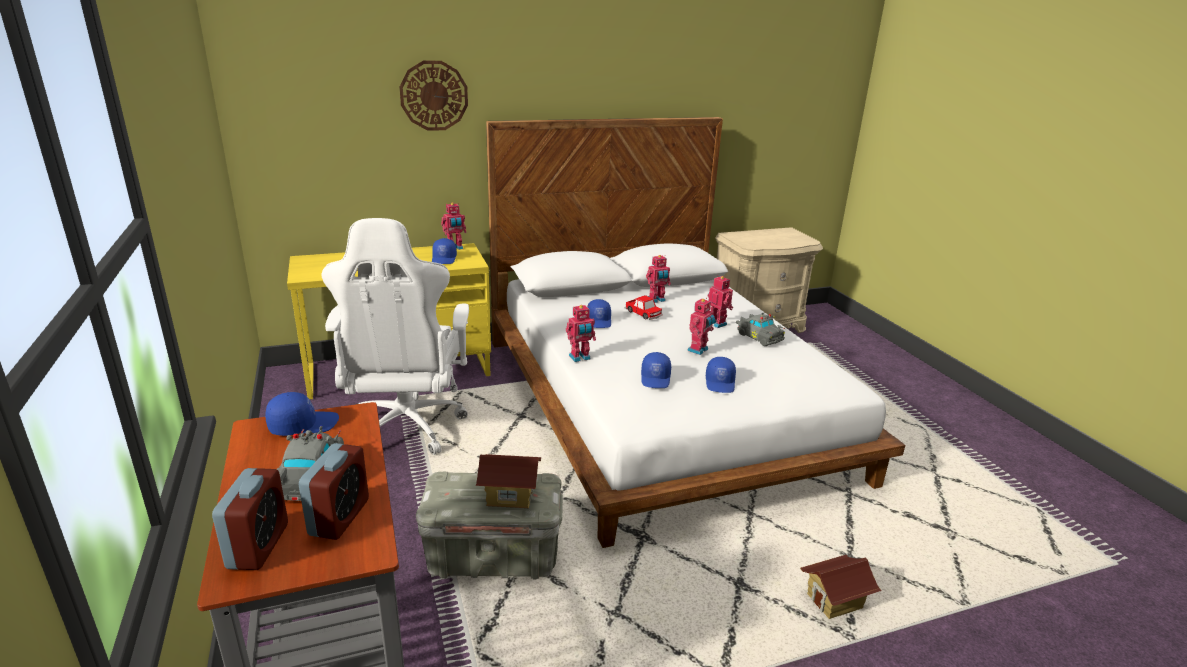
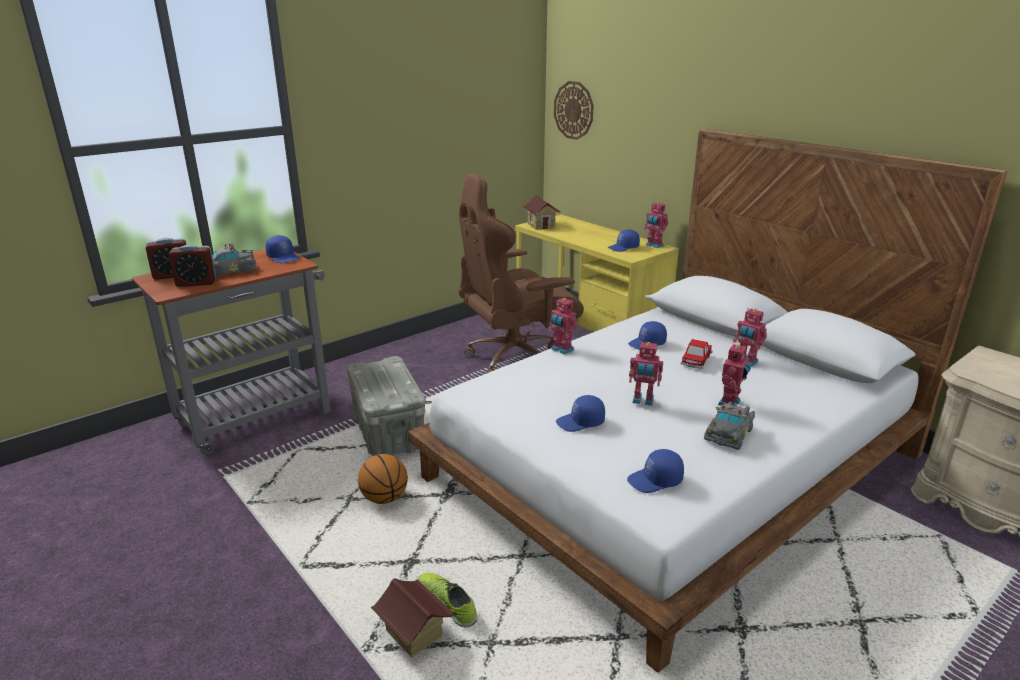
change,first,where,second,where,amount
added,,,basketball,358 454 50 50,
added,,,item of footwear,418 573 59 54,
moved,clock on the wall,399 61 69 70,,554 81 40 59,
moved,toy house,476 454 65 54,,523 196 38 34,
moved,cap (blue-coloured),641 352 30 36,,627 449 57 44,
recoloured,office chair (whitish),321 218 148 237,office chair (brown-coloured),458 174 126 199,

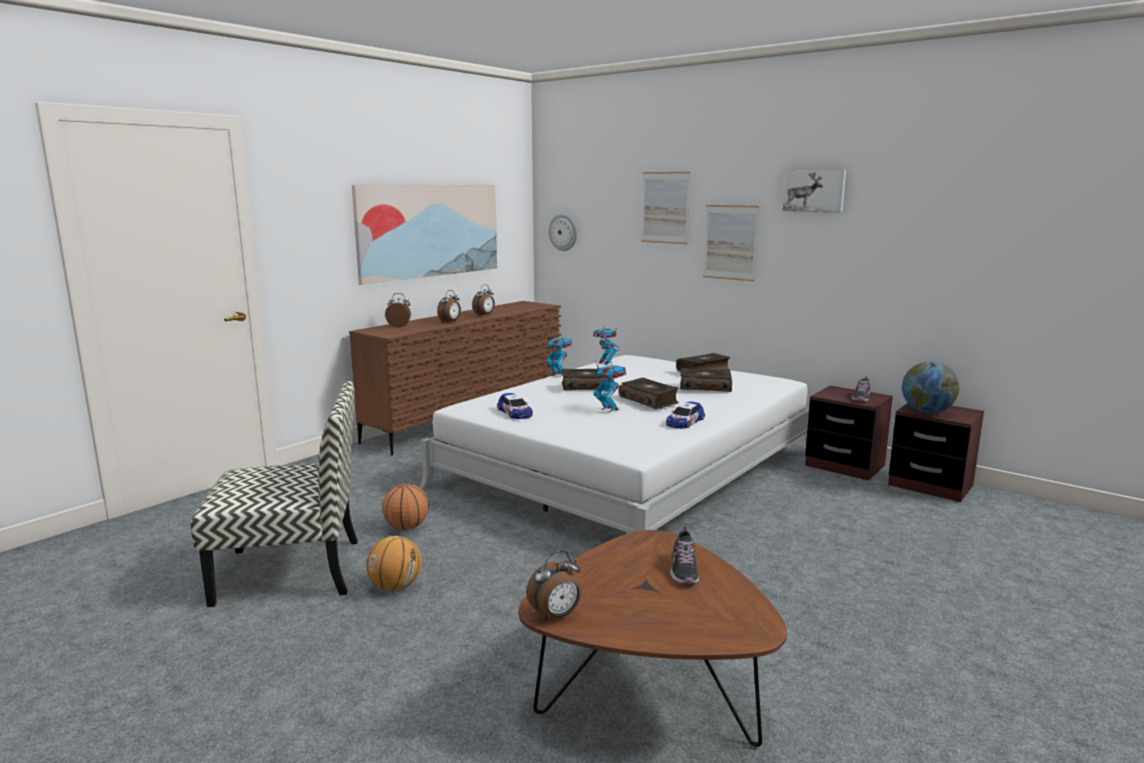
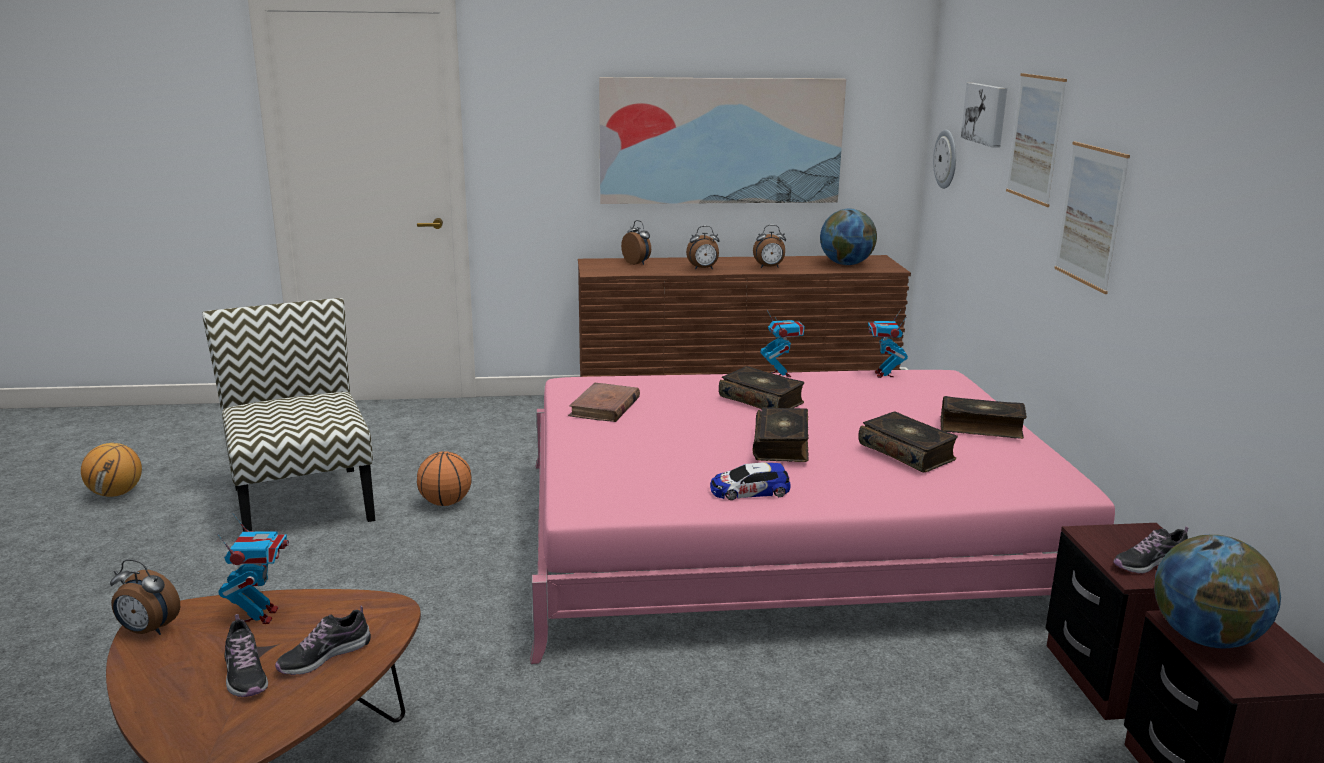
change,first,where,second,where,amount
added,,,item of footwear,224 614 44 83,
added,,,desk globe,820 209 57 56,
moved,basketball,366 536 56 55,,81 443 61 54,
moved,model robot,594 360 32 52,,217 513 72 111,
moved,picture,783 170 63 43,,961 83 46 65,
replaced,toy car,497 393 36 26,bound book (brown-coloured),568 383 72 39,
recoloured,sleeping bed (whitish),420 355 389 178,sleeping bed (pink),530 370 585 294,
turned,upright chair,190 381 168 226,,202 298 173 234,150 degrees counterclockwise

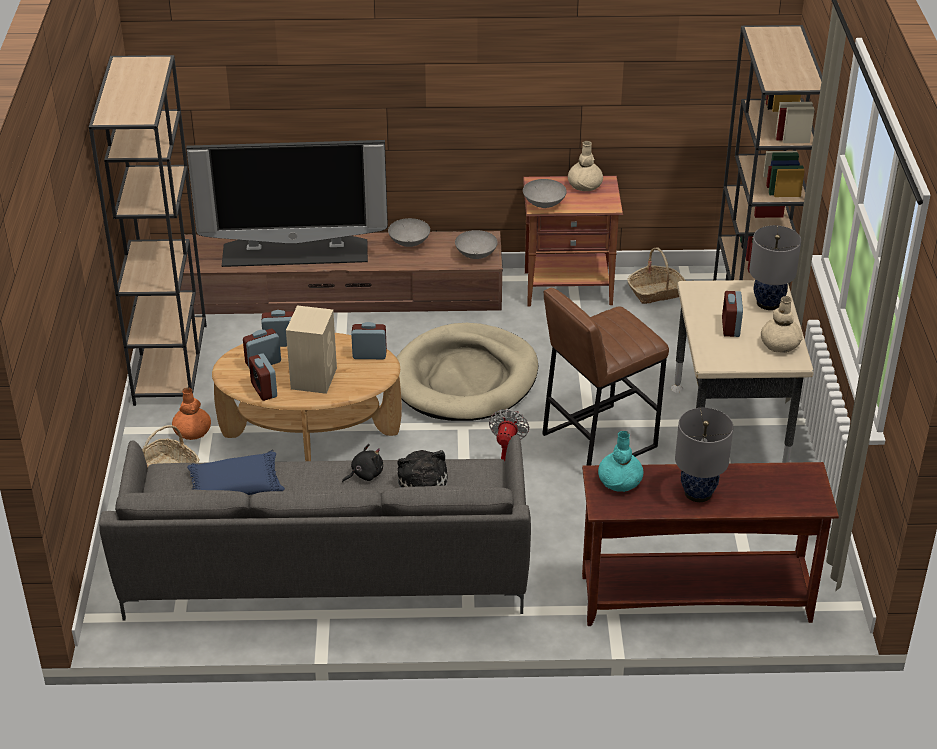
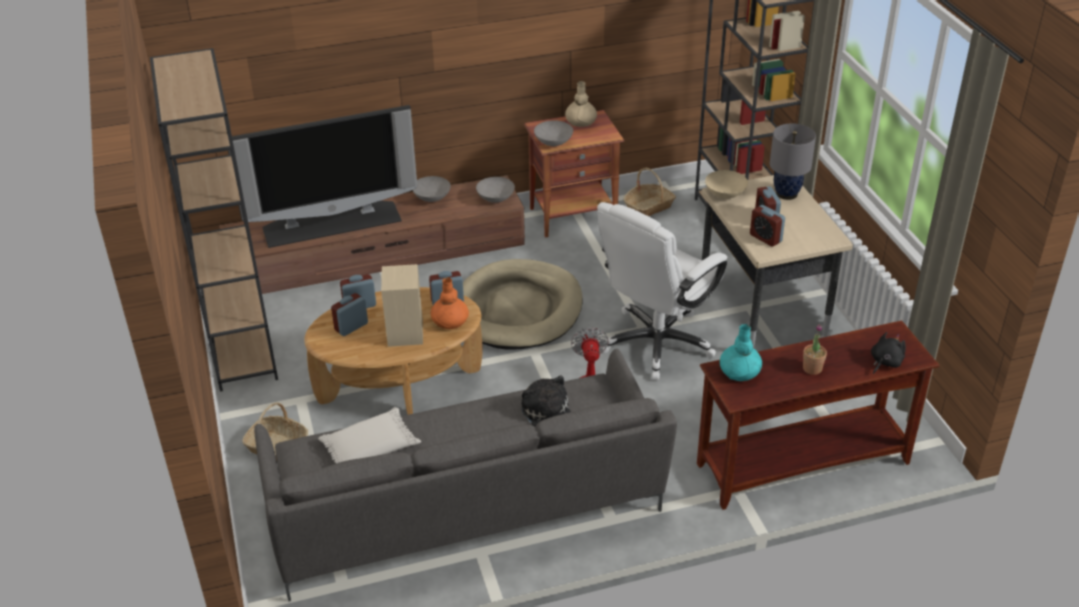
change,first,where,second,where,amount
removed,flower vase (beige),761 296 42 57,,,
added,,,deep dish (beige),705 170 43 29,
moved,flower vase (orangey),172 387 39 53,,431 277 38 52,
moved,bedside clock,249 353 28 48,,750 205 35 42,
moved,plush toy (black-coloured),342 444 41 39,,871 332 35 42,
replaced,sitting stool (brown-coloured),543 288 126 178,office chair (whitish),597 202 130 178,
replaced,tabletop lamp (greyish),675 408 59 94,potted plant,803 324 24 51,
recoloured,pillow (blue-coloured),187 450 98 45,pillow (whitish),318 406 103 57,

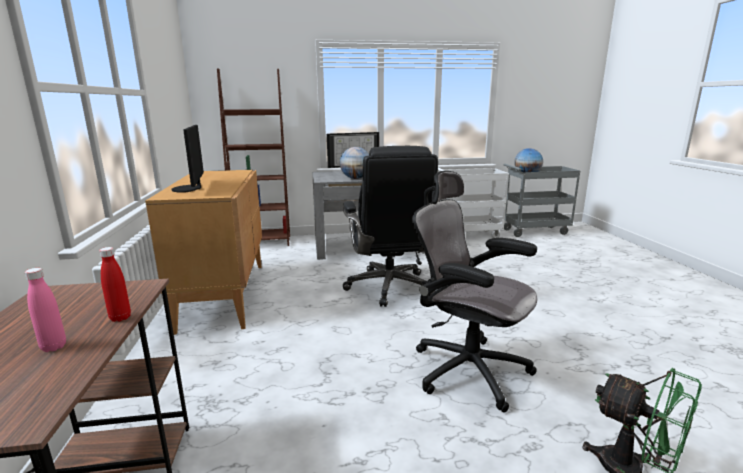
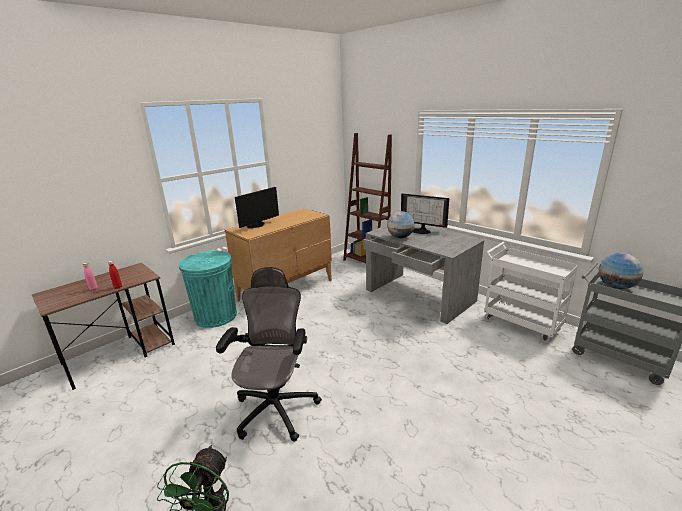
change,first,where,second,where,amount
removed,office chair (black-coloured),343 146 95 161,,,
added,,,trash can (blue-green),179 250 58 78,

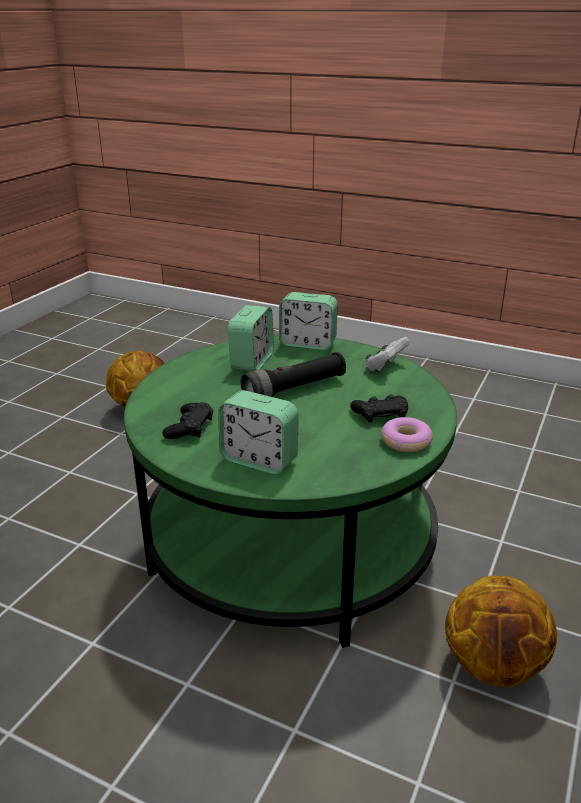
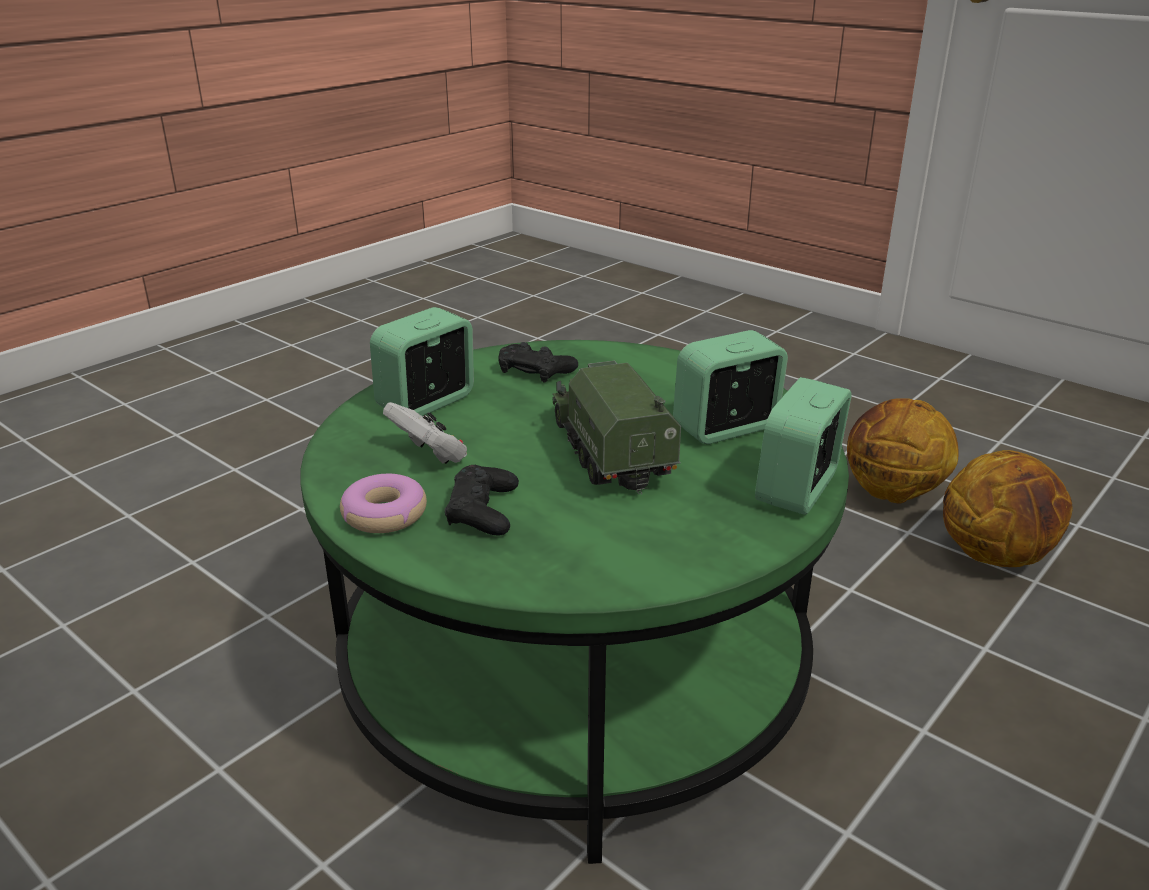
change,first,where,second,where,amount
moved,game controller (whitish),366 337 44 35,,383 402 84 62,
moved,basketball,445 575 112 112,,847 398 112 106,
replaced,torch (black-coloured),241 352 105 45,toy lorry,553 361 128 133,
turned,bedside clock,228 305 46 66,,673 330 115 114,120 degrees clockwise

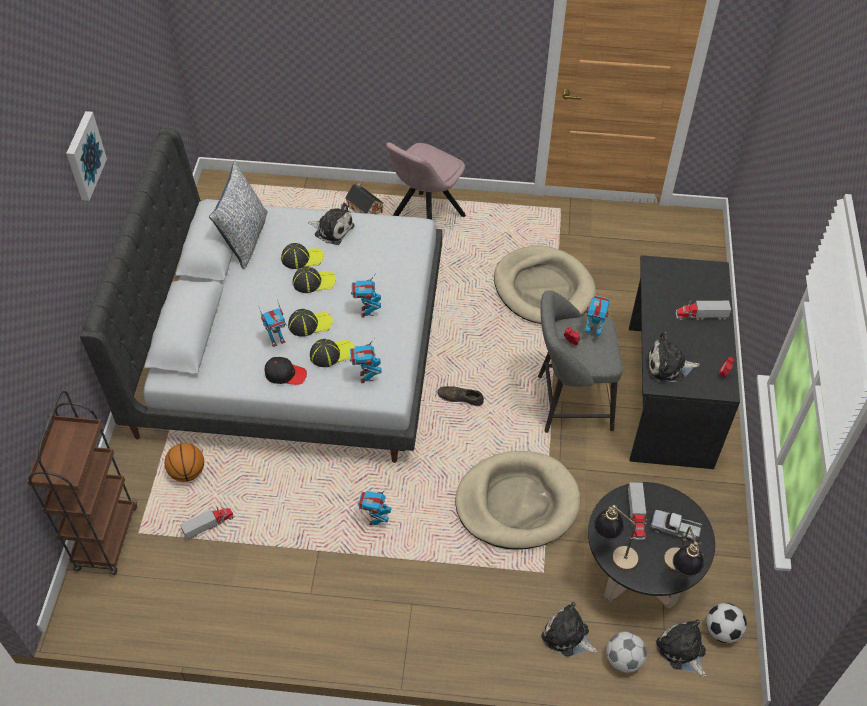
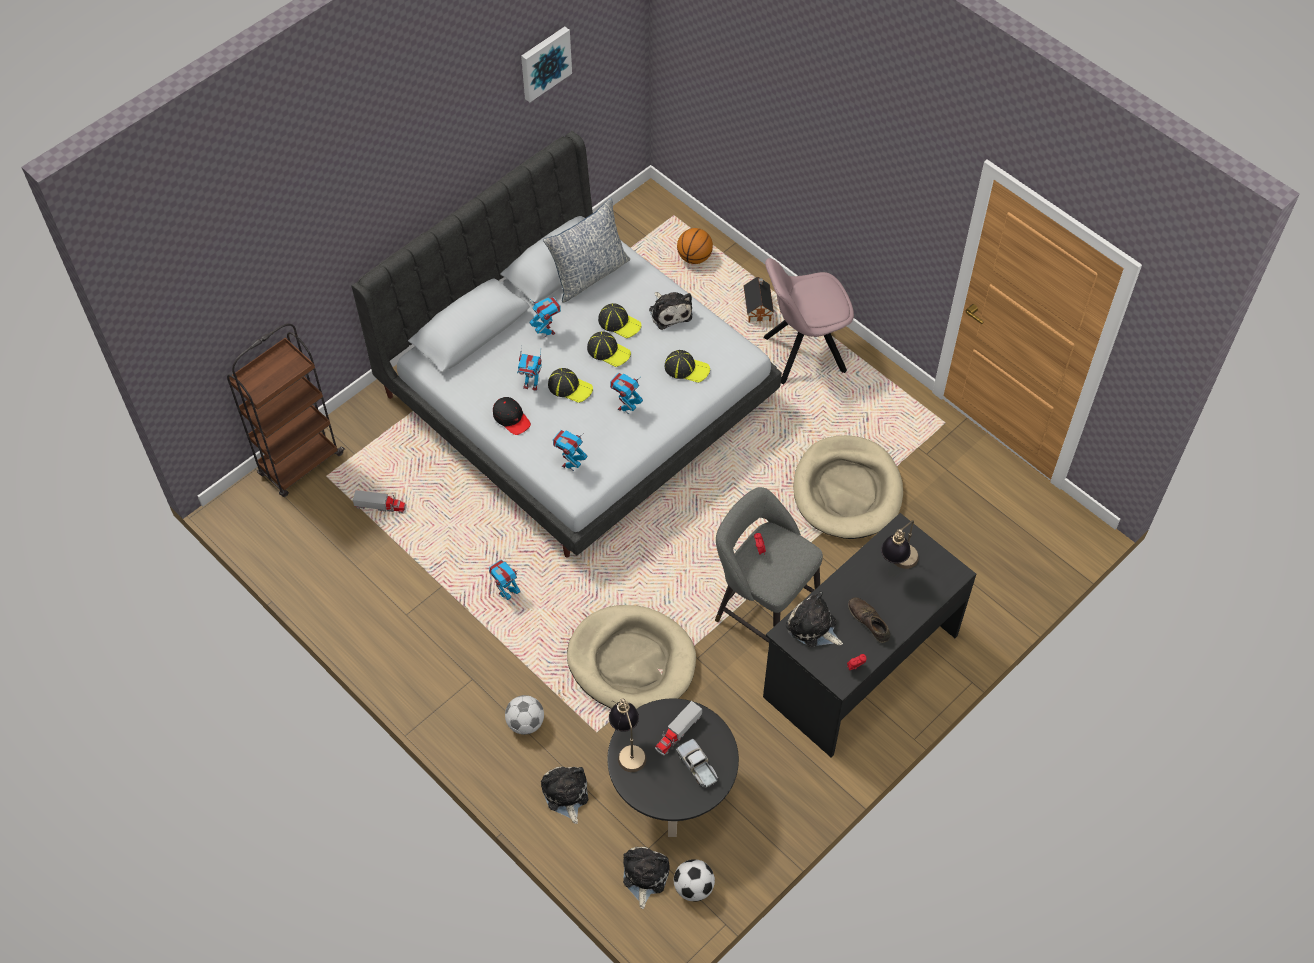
change,first,where,second,where,amount
removed,toy lorry,676 301 55 19,,,
moved,picture,66 111 41 90,,521 27 51 75,
moved,basketball,164 443 40 39,,677 228 36 36,
moved,cap,310 339 45 28,,665 350 45 33,
moved,item of footwear (brown-coloured),437 386 47 20,,848 597 42 46,
moved,model robot,585 295 24 42,,529 297 32 40,
moved,football,606 632 41 41,,505 695 39 40,
moved,tabletop lamp,662 526 43 51,,881 520 38 49,

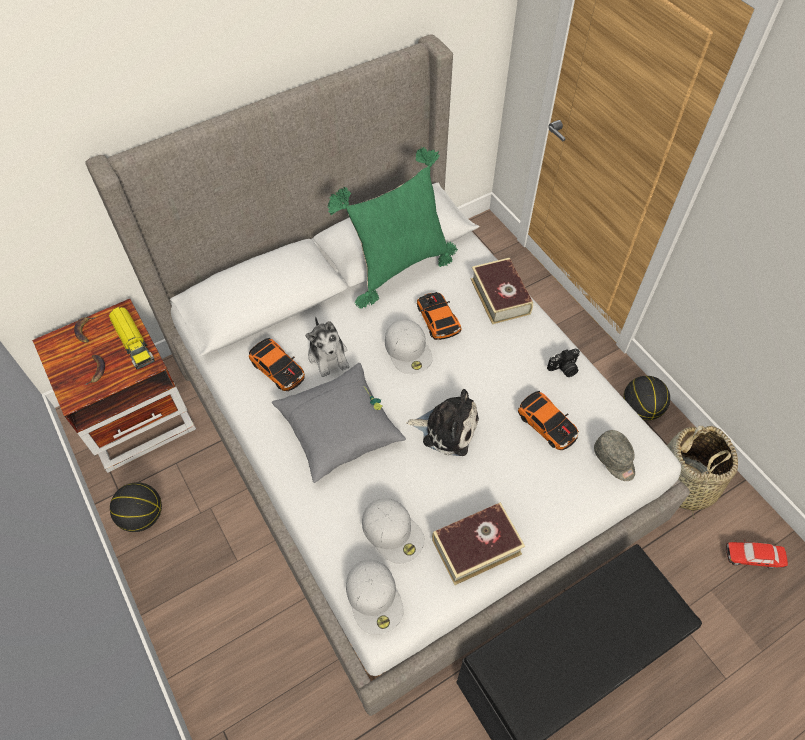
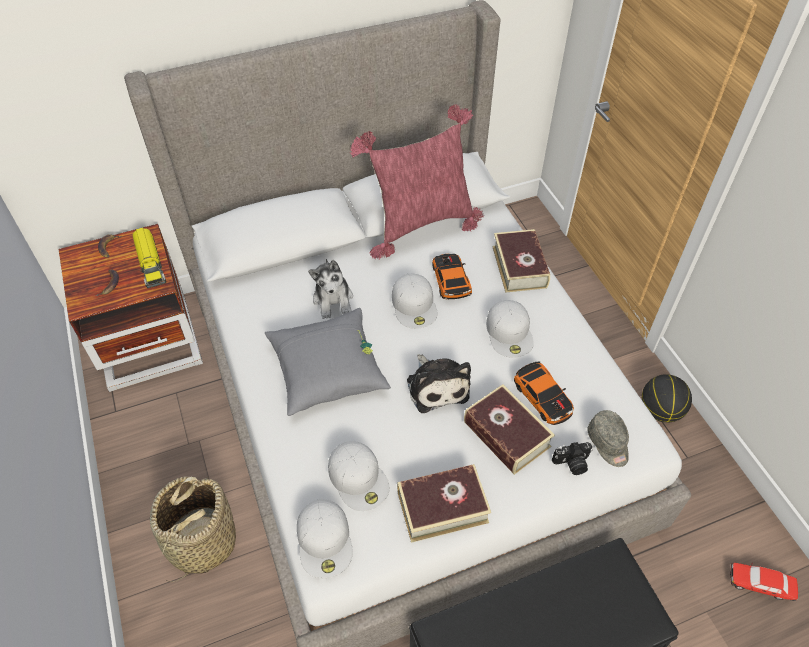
change,first,where,second,where,amount
removed,basketball,110 482 52 50,,,
removed,toy car,249 338 56 53,,,
added,,,bound book,464 384 91 91,
added,,,cap (whitish),486 300 48 58,
moved,still camera,547 349 33 28,,552 442 40 33,
moved,basket,667 426 71 93,,150 476 86 106,
recoloured,pillow (green-coloured),328 146 130 162,pillow (red),351 104 132 155,
turned,plush toy,406 389 73 67,,407 354 64 59,45 degrees clockwise

